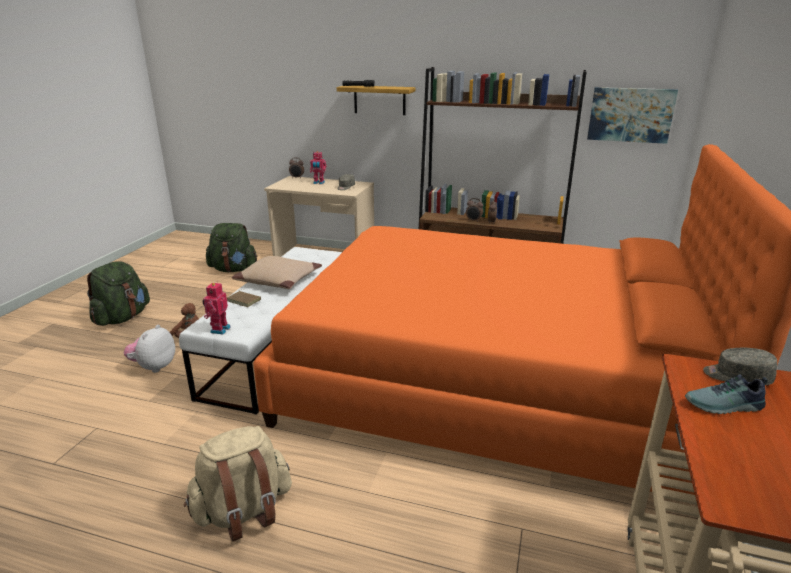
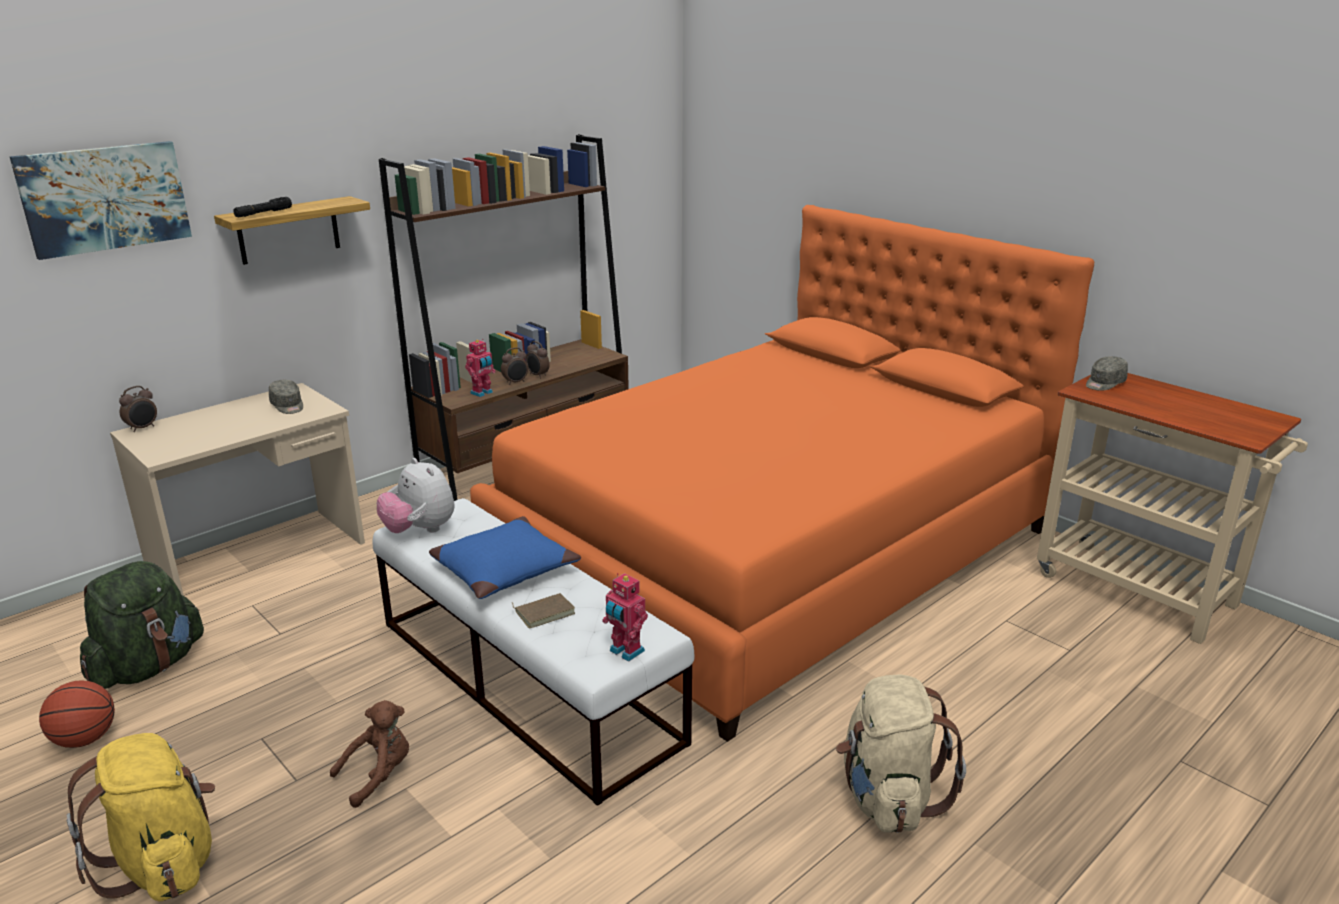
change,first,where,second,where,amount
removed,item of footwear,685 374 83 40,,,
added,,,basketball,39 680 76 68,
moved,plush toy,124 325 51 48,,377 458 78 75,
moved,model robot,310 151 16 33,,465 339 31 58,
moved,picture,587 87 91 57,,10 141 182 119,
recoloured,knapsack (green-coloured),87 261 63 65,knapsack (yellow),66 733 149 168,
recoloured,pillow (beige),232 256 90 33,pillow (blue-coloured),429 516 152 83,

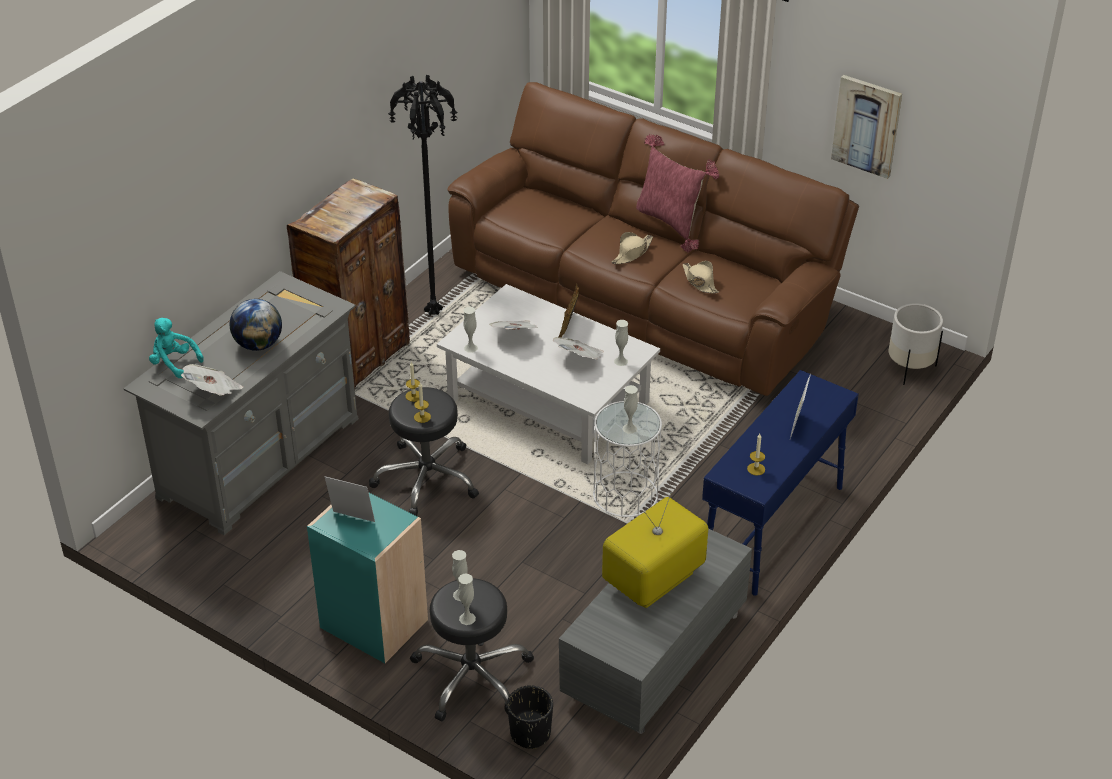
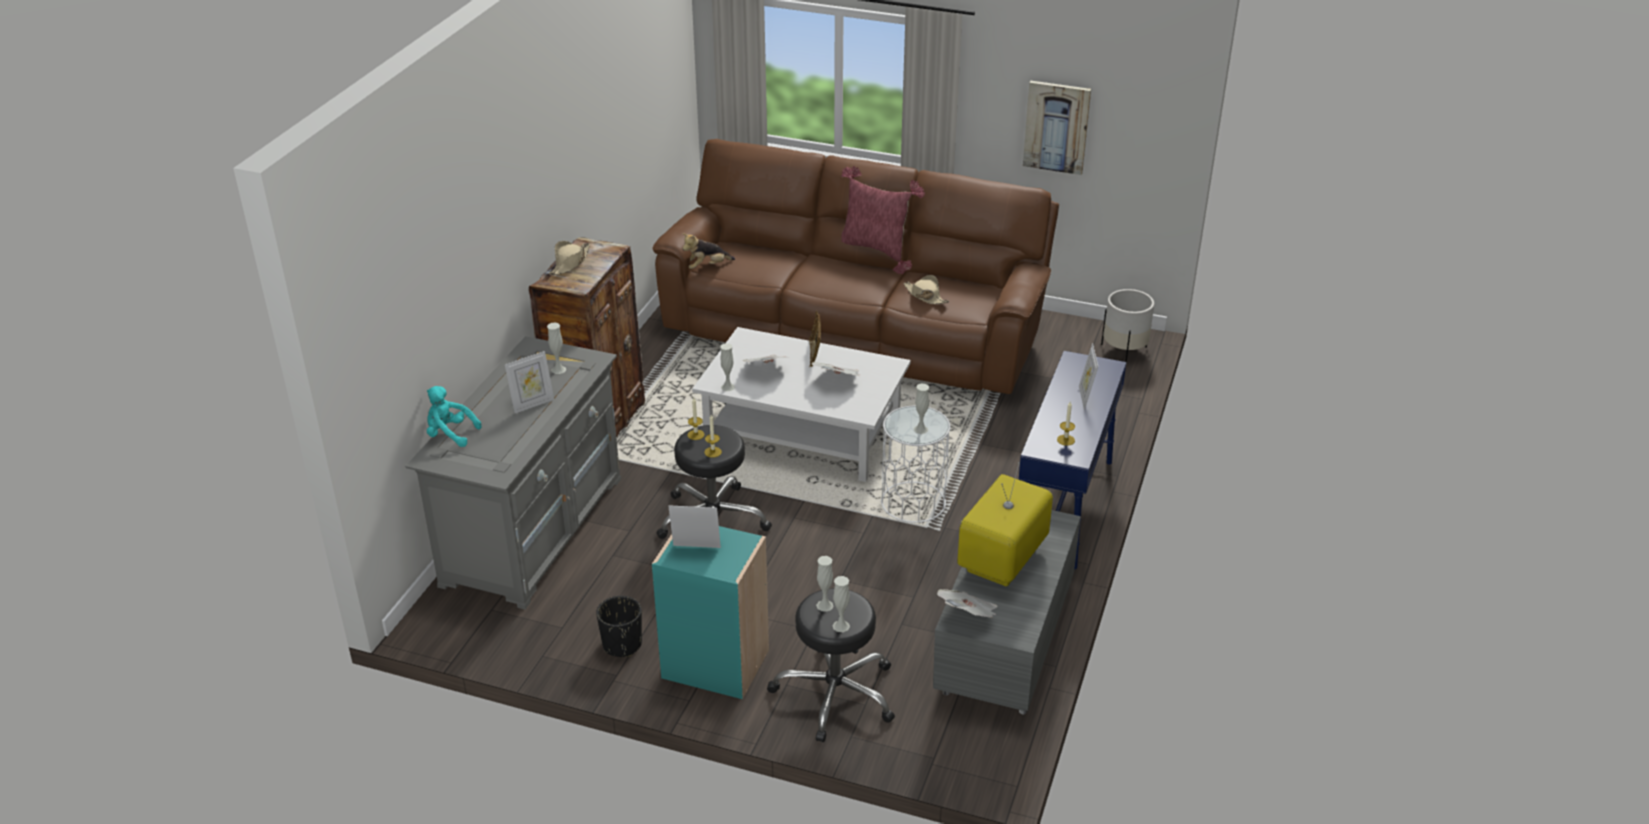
change,first,where,second,where,amount
removed,standard lamp (black-coloured),388 75 70 241,,,
added,,,plush toy,682 233 53 36,
moved,daily paper,181 364 62 32,,937 589 60 29,
moved,planter (black-coloured),507 685 46 64,,596 596 46 61,
moved,wearable hat (beige),612 232 41 32,,549 241 41 34,
moved,flower vase (whitish),614 320 14 46,,547 323 19 51,
replaced,desk globe,230 299 52 52,photo frame,505 351 49 62,

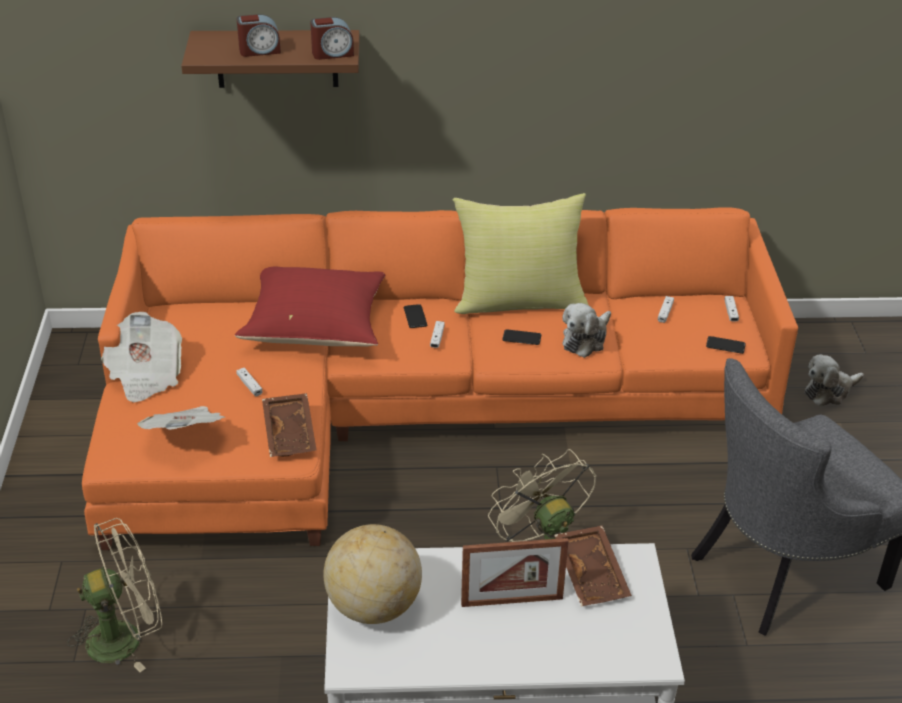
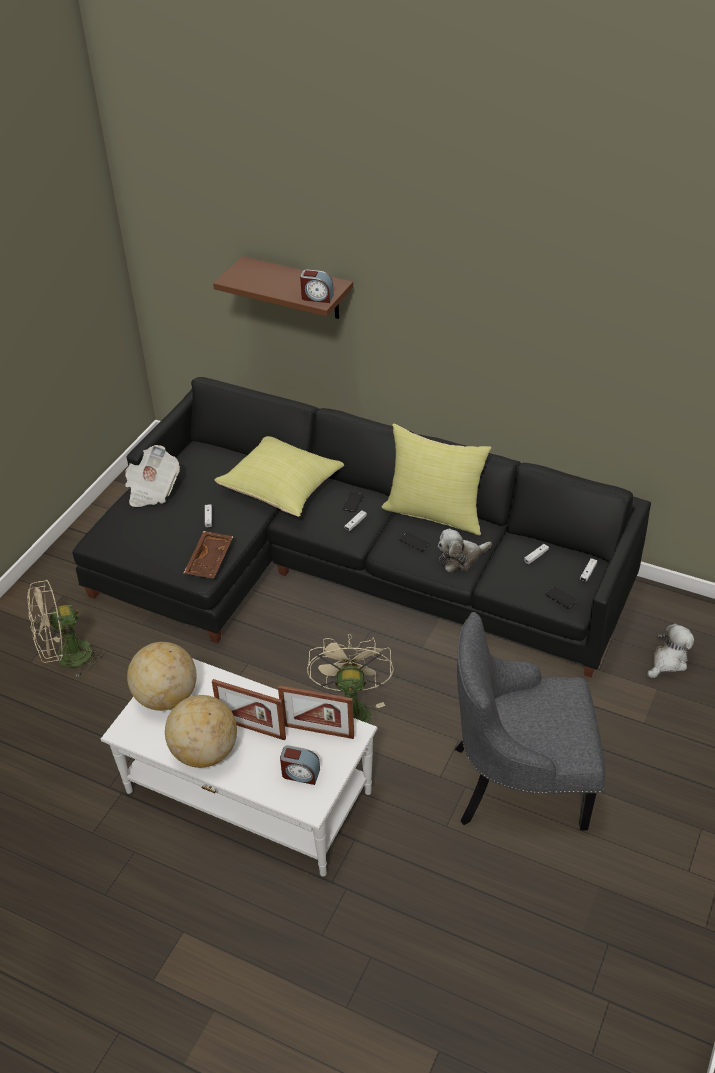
change,first,where,second,where,amount
removed,daily paper,137 406 89 24,,,
added,,,desk globe,165 695 72 73,
moved,bedside clock,237 14 44 43,,280 745 40 40,
replaced,carrying tray (brown-coloured),554 525 78 82,photo frame,278 685 76 54,
recoloured,couch (orangey),82 207 716 343,couch (black-coloured),72 377 579 301,
recoloured,pillow (red),235 266 150 80,pillow (yellow),215 436 129 81,
turned,fan (beige),68 518 94 154,,28 579 77 99,150 degrees clockwise
turned,plush toy,804 354 60 52,,647 624 47 54,135 degrees clockwise

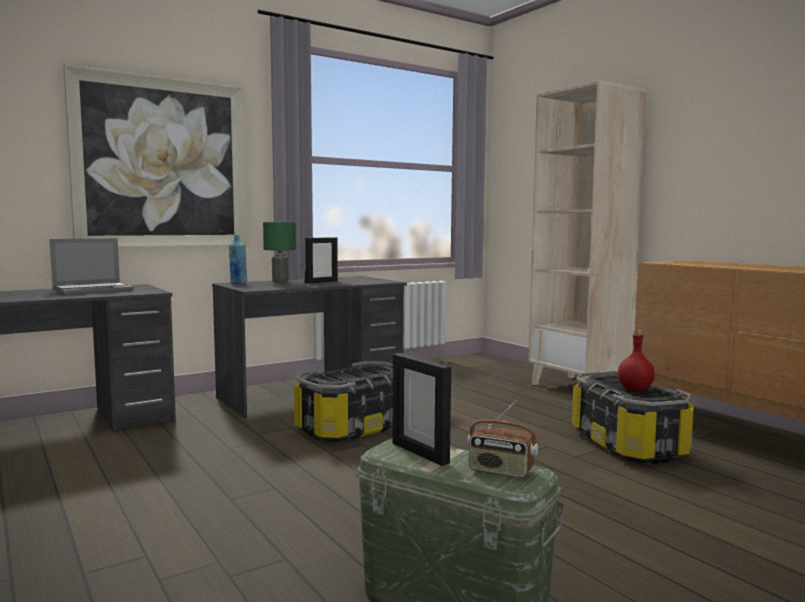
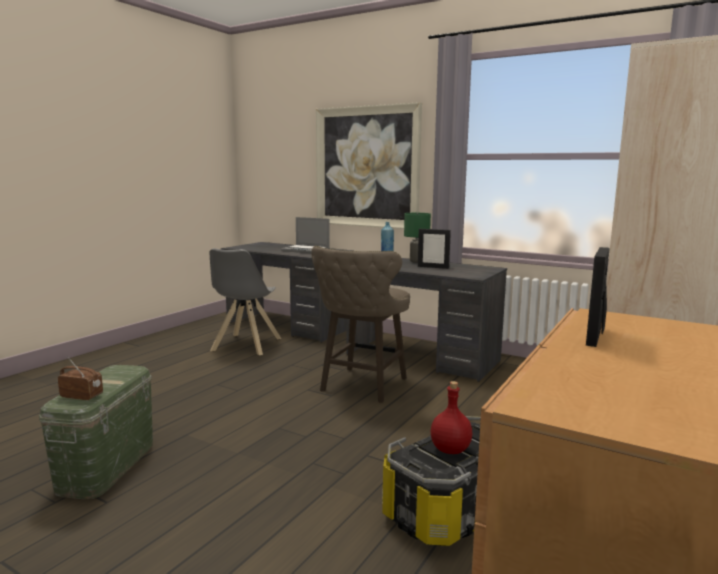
change,first,where,second,where,amount
added,,,upright chair (greyish),209 248 73 107,
moved,photo frame,392 353 59 113,,586 247 24 100,
replaced,storage box,294 361 99 81,sitting stool (beige),311 246 99 157,
turned,radio receiver,467 400 71 78,,58 356 45 45,105 degrees clockwise

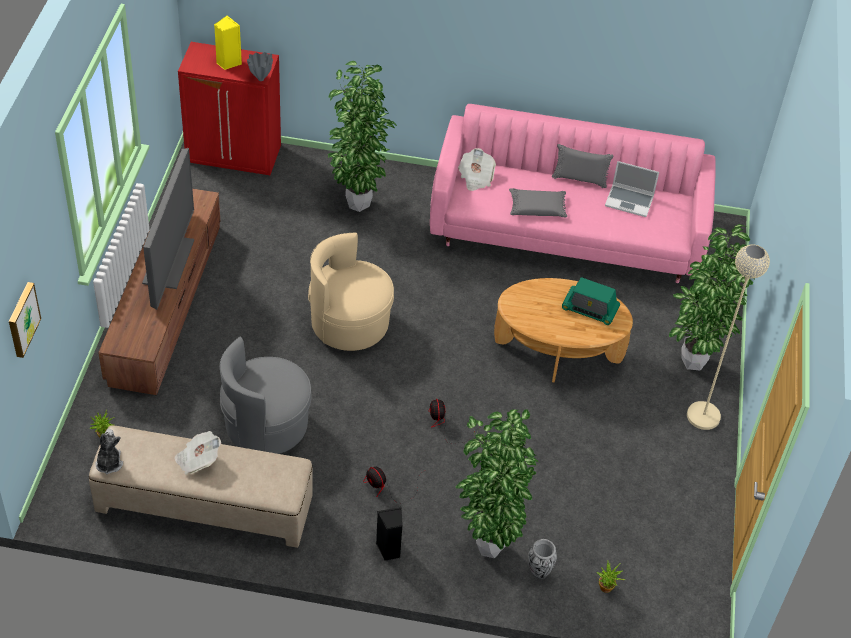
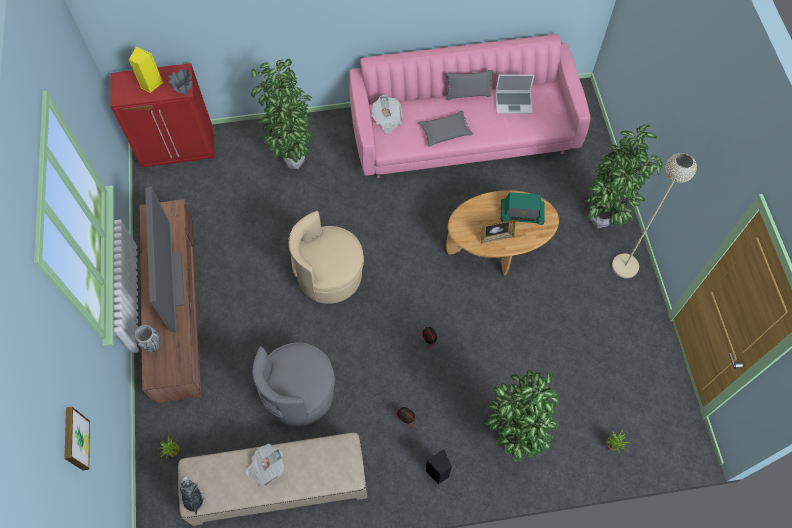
change,first,where,second,where,amount
added,,,photo frame,481 220 35 24,
moved,flower vase,528 539 29 40,,134 325 27 27,

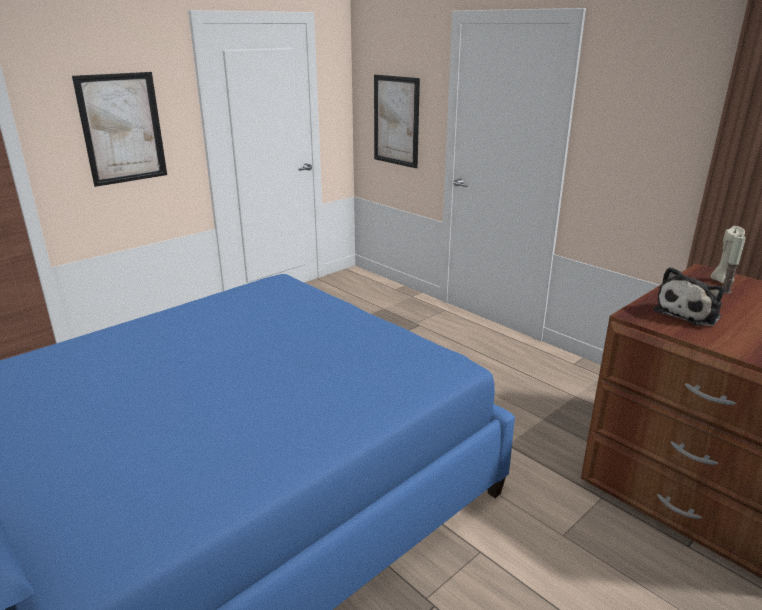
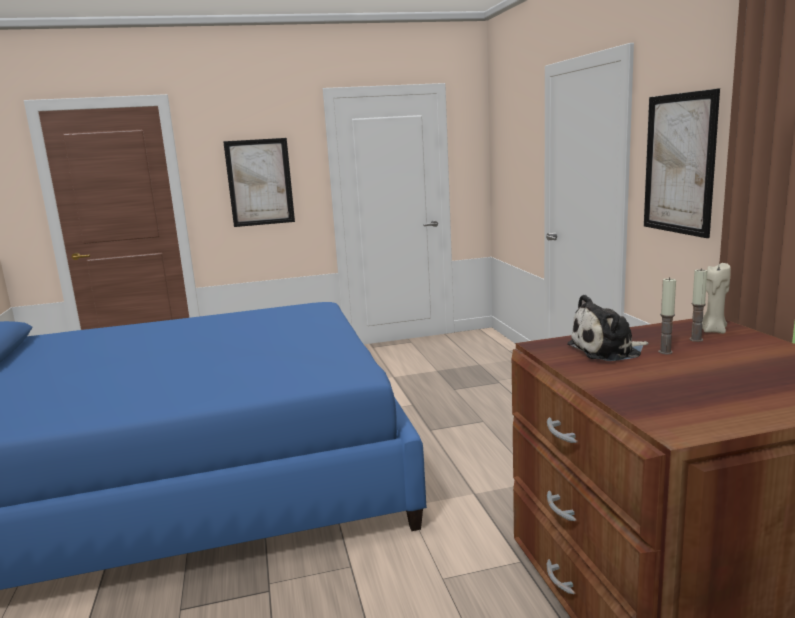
change,first,where,second,where,amount
added,,,wax light,659 277 17 77,
moved,picture,374 75 46 93,,644 88 76 150,

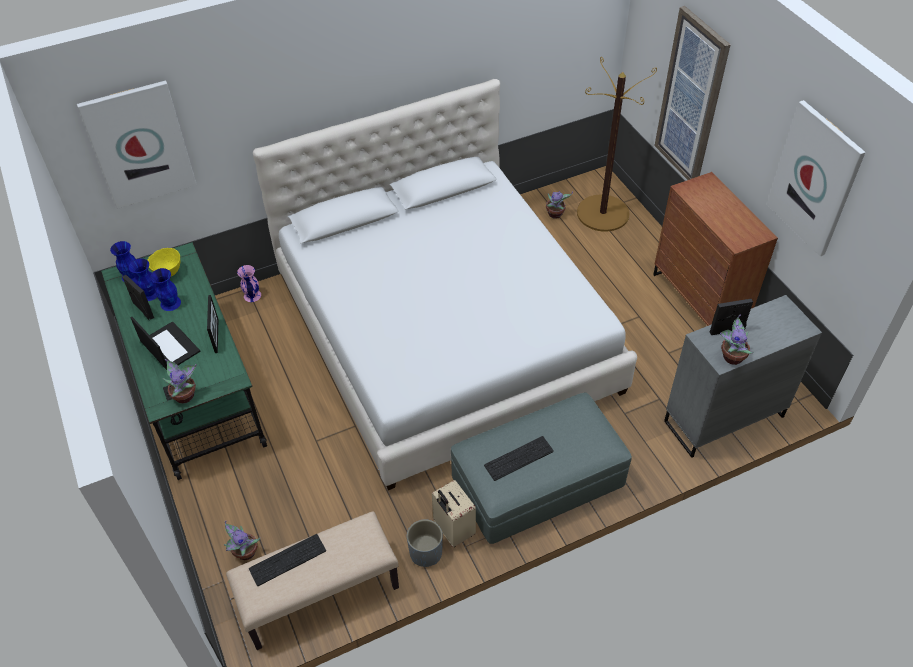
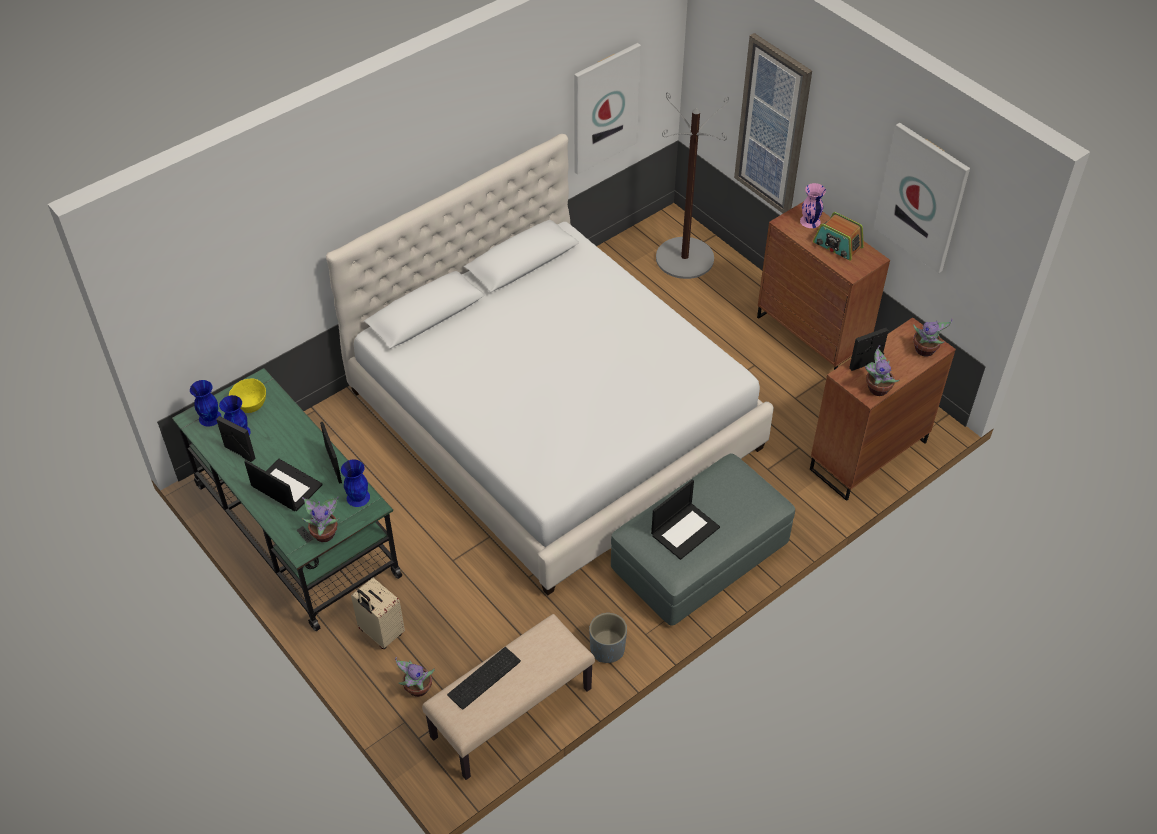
change,first,where,second,where,amount
added,,,radio receiver,813 212 51 48,
moved,picture,77 80 120 129,,574 43 67 132,
moved,flower vase (blue-coloured),150 268 31 43,,341 460 29 47,
moved,flower vase (pink),237 265 24 37,,800 183 26 45,
moved,suitcase (beige),432 480 44 67,,351 578 54 71,
moved,potted plant,546 191 27 28,,913 318 40 39,
replaced,computer keyboard,484 436 70 45,laptop,651 479 69 81,
recoloured,clothes rack (brown-coloured),577 57 80 175,clothes rack (greyish),656 93 73 186,
recoloured,drawer chest (greyish),664 295 158 163,drawer chest (brown-coloured),810 317 146 184,

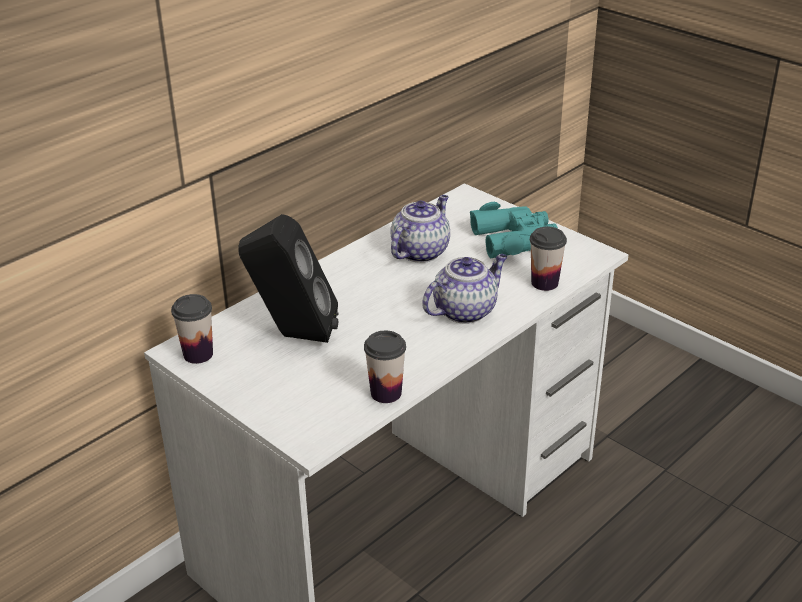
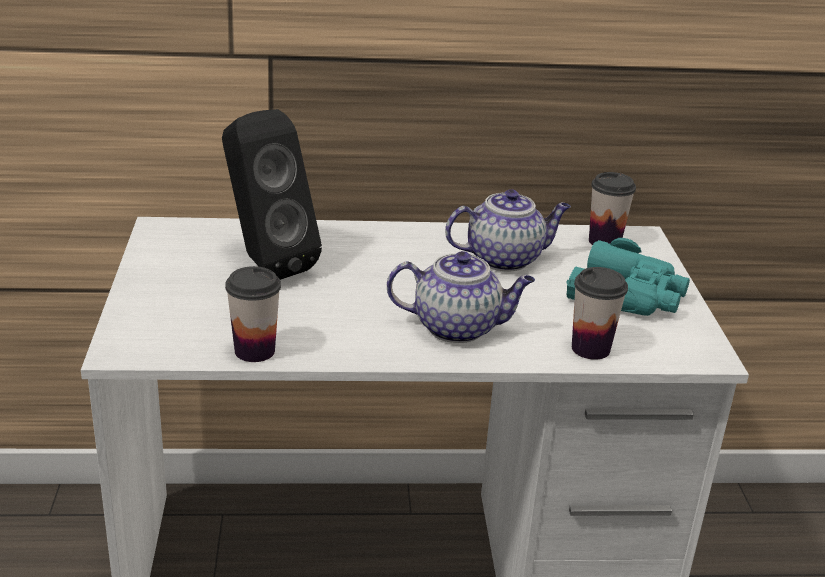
change,first,where,second,where,amount
moved,cup,171 294 42 70,,589 172 47 73,

